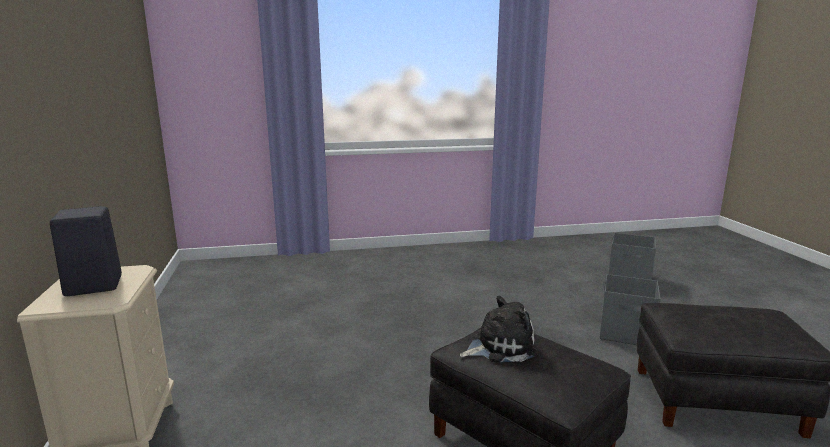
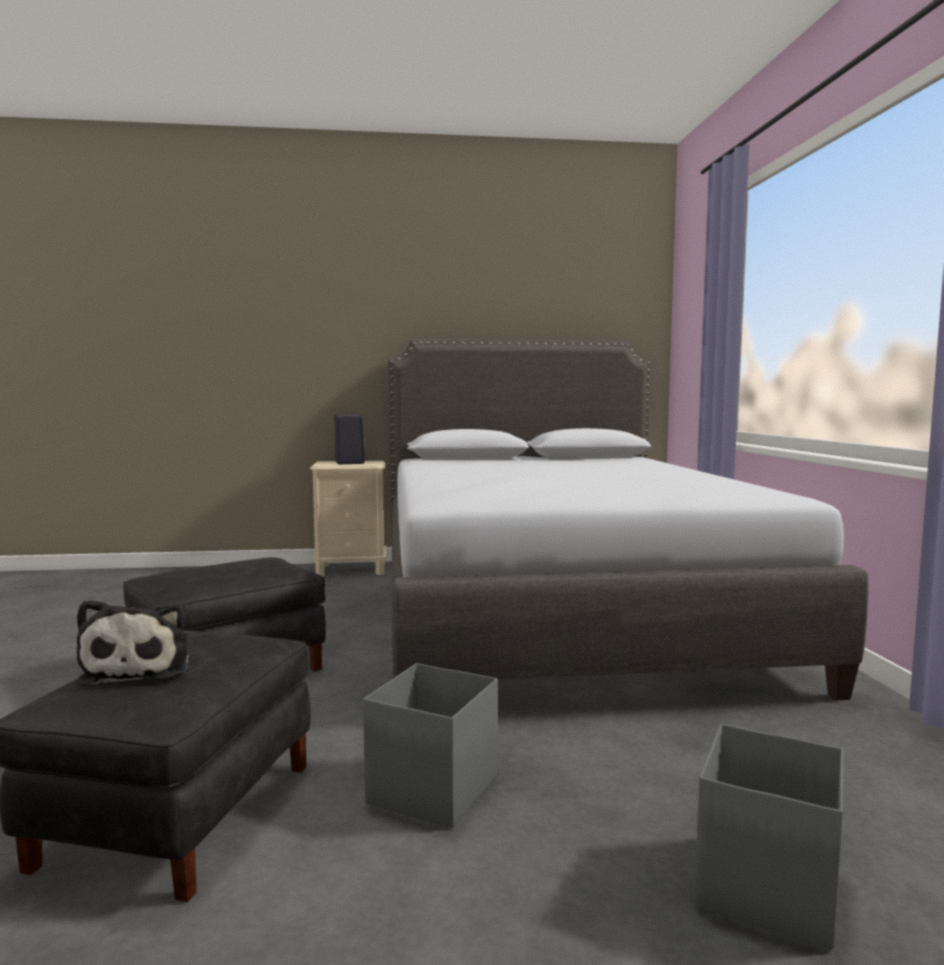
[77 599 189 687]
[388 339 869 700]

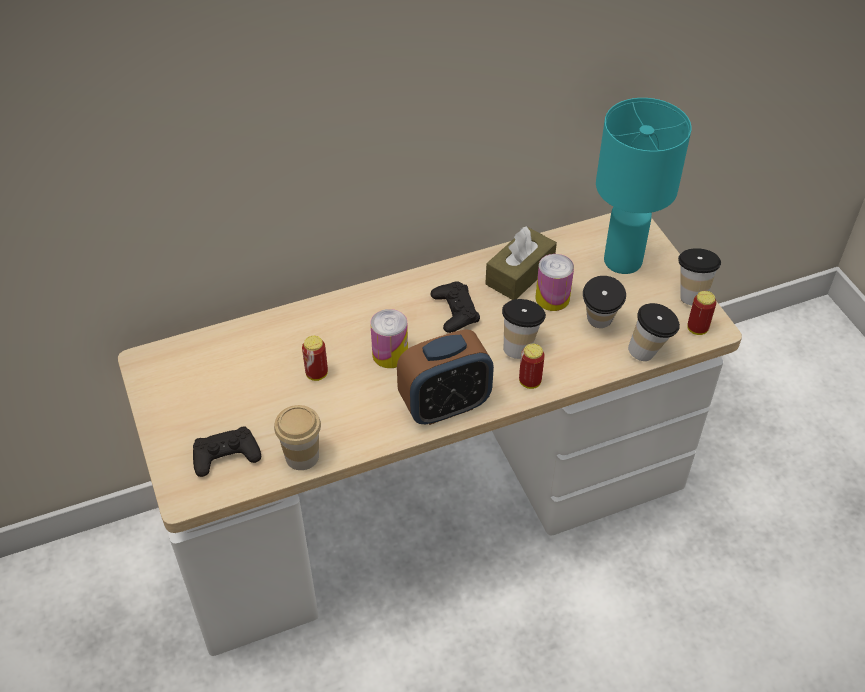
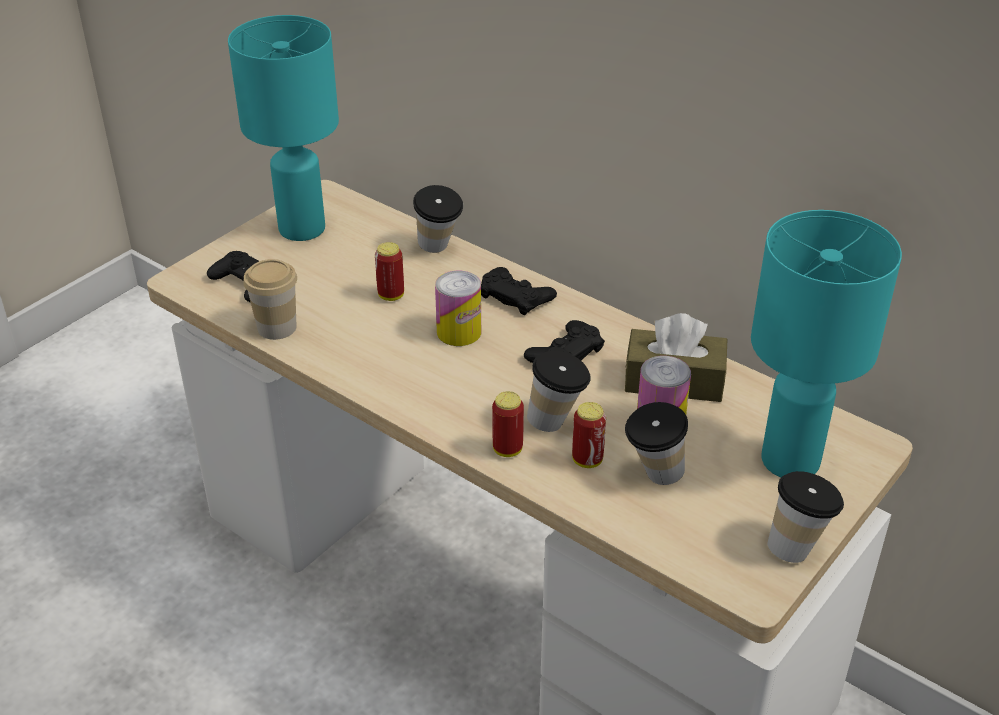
[572 402 606 468]
[413 185 463 253]
[397 329 494 425] (first image)
[228 15 339 241]
[481 267 557 315]

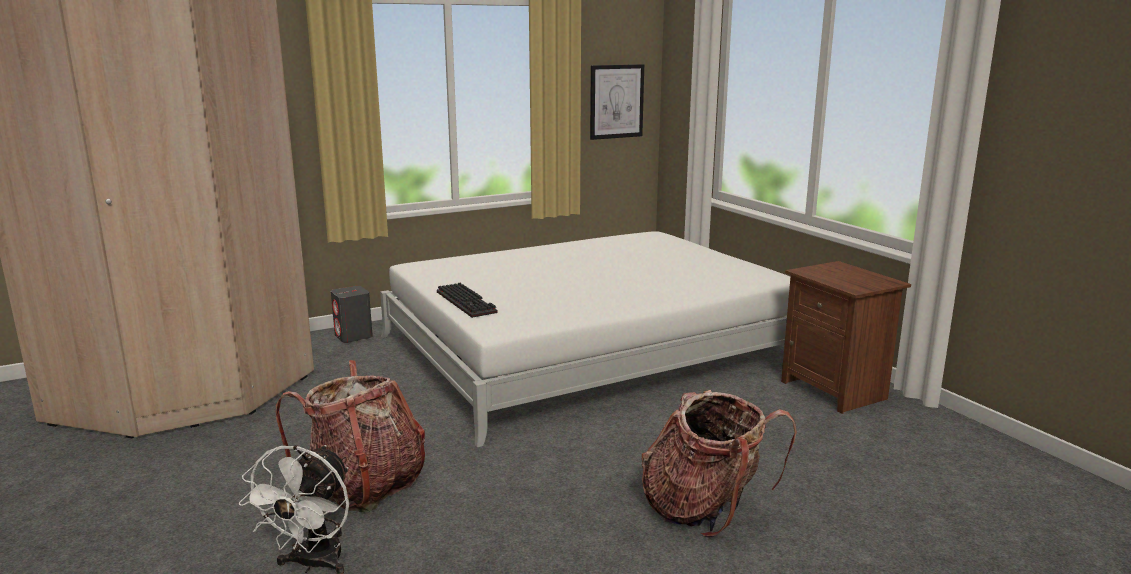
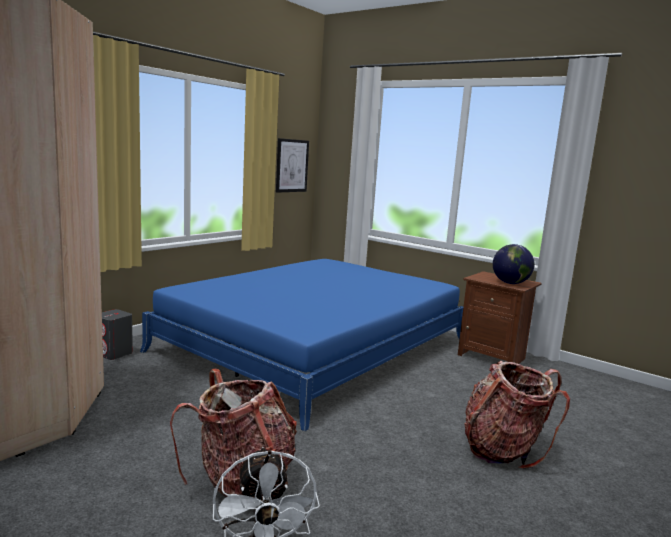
[140 259 463 431]
[437 283 497 318] (first image)
[493 244 535 284]

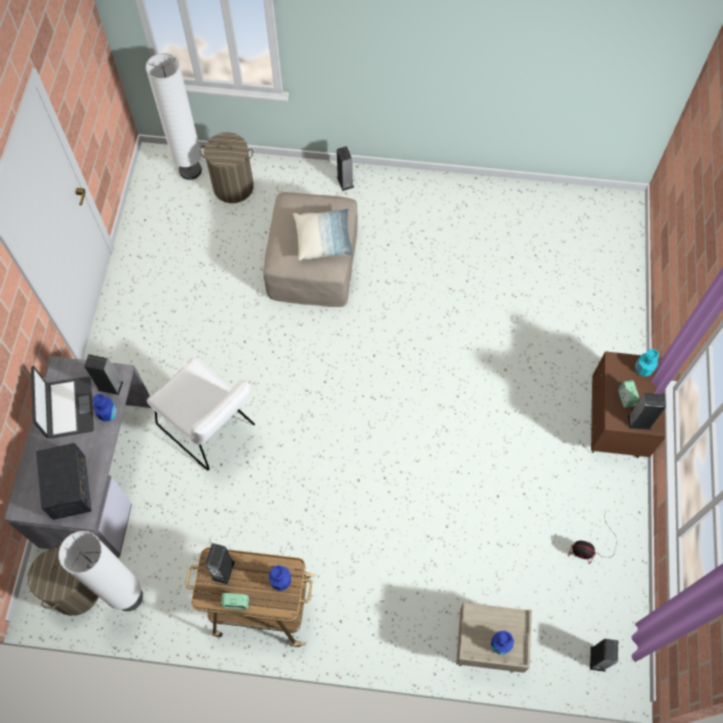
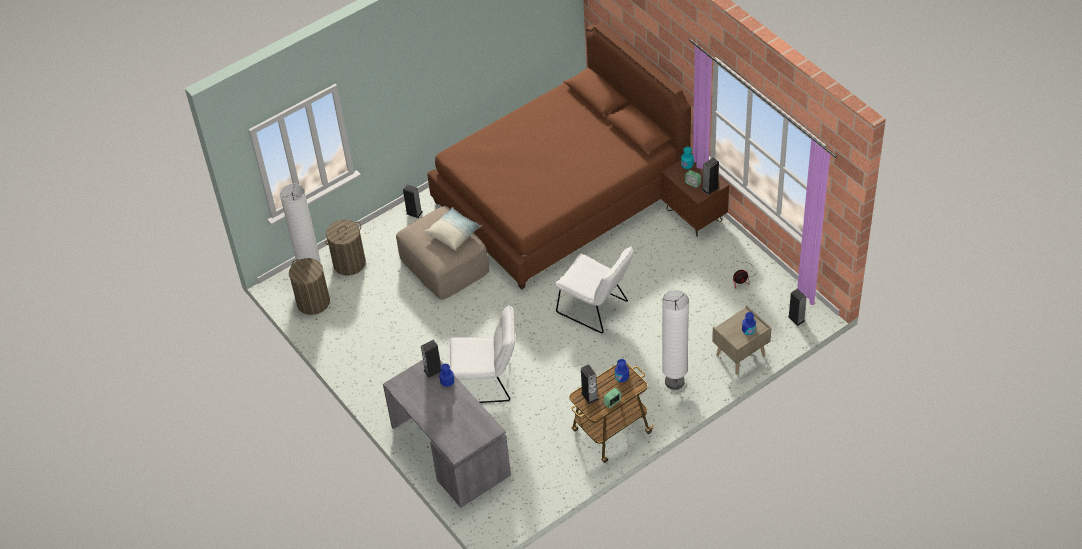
[31 366 94 439] (first image)
[36 443 91 520] (first image)
[662 290 689 390]
[289 258 330 315]
[427 23 691 290]
[556 247 634 333]

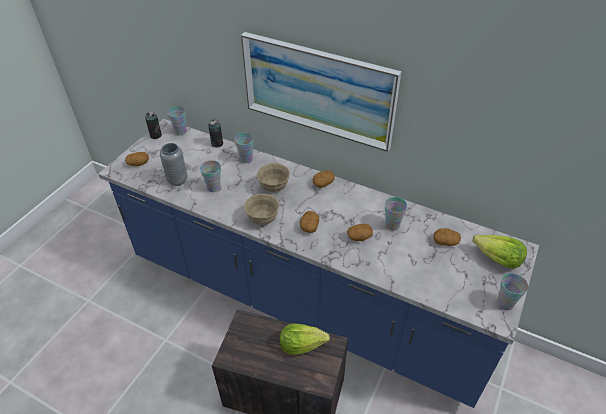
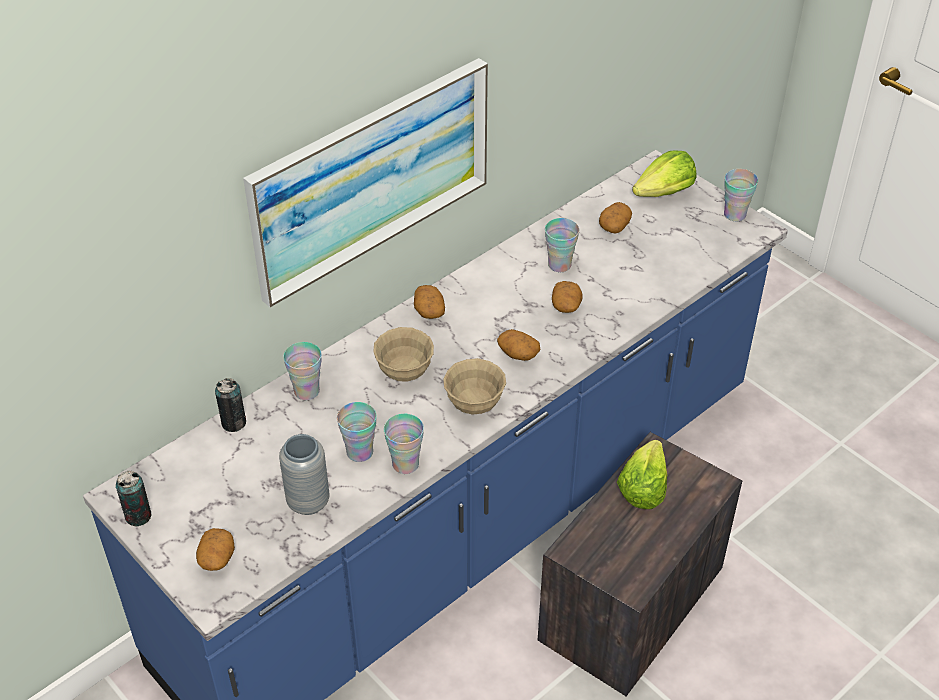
[384 414 424 474]

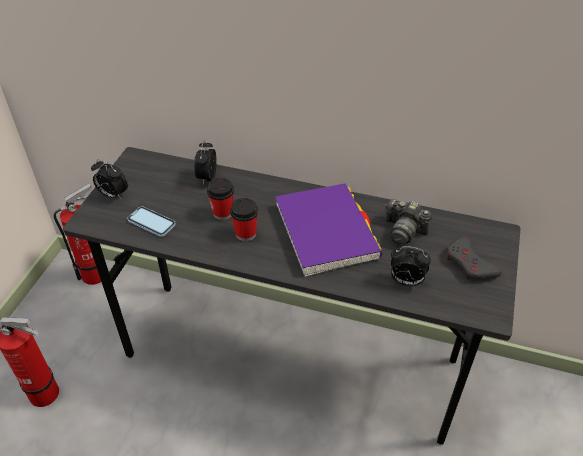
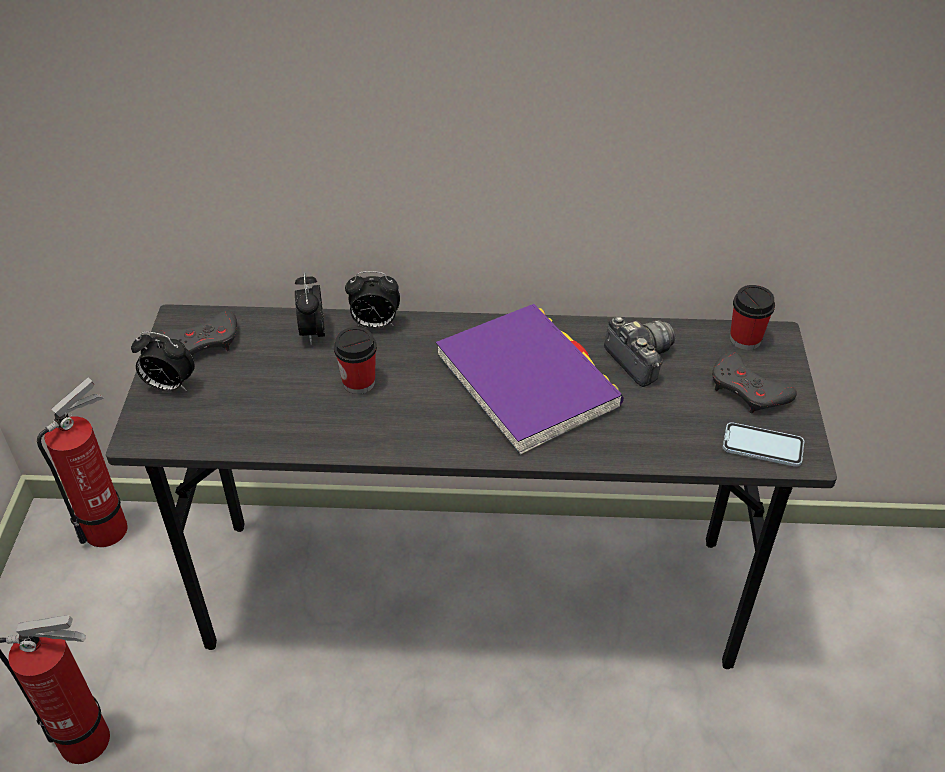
[730 285 775 350]
[604 316 675 387]
[723 422 804 467]
[345 271 400 329]
[156 311 237 355]

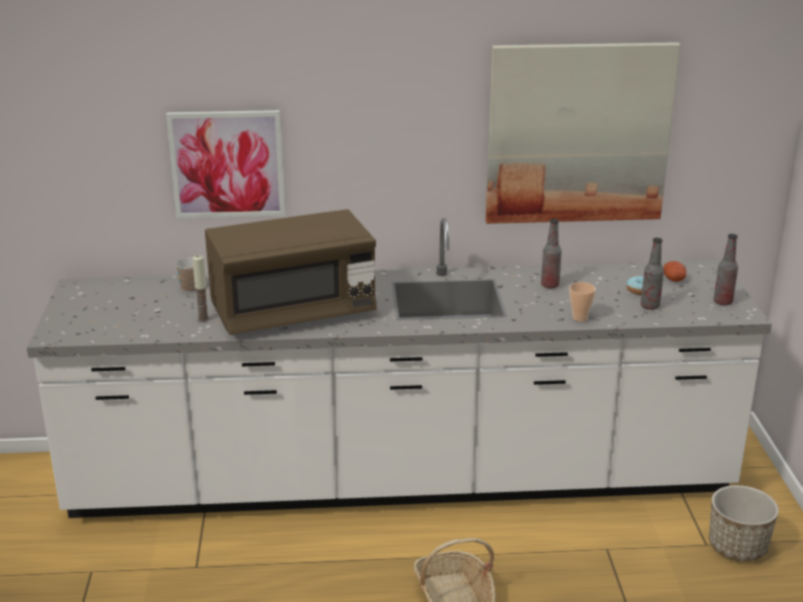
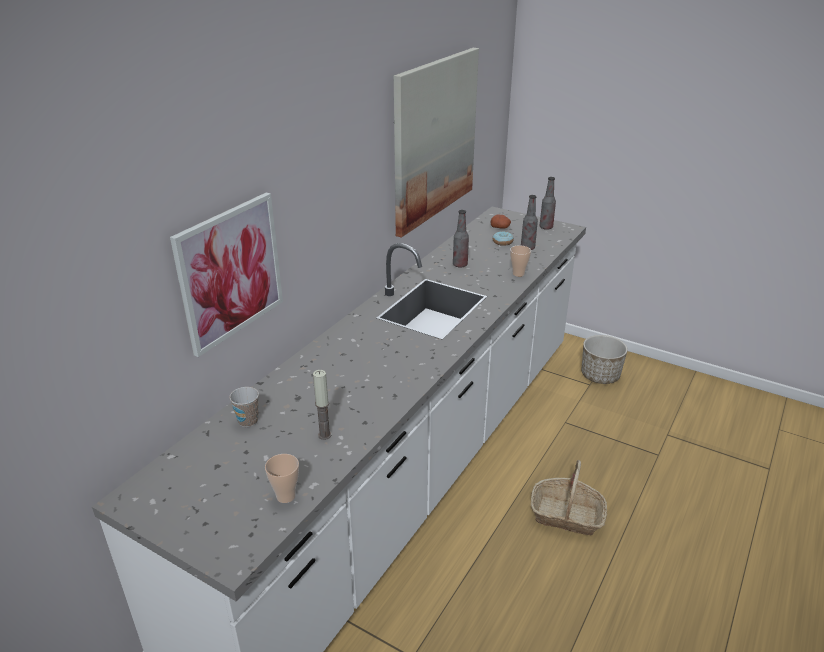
[205 209 377 335] (first image)
[265 454 299 503]

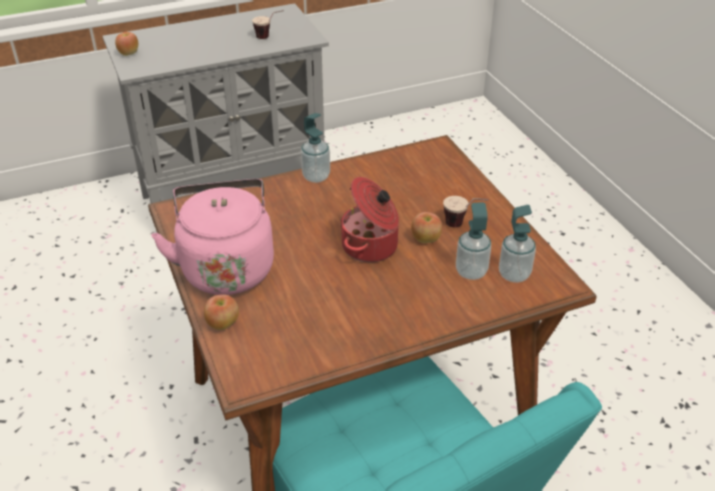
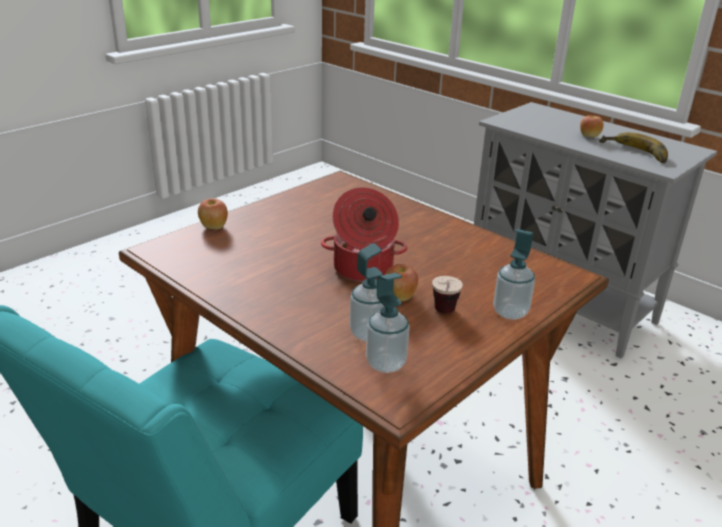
[599 132 668 163]
[580 115 604 137]
[493 229 535 320]
[151 179 274 295] (first image)

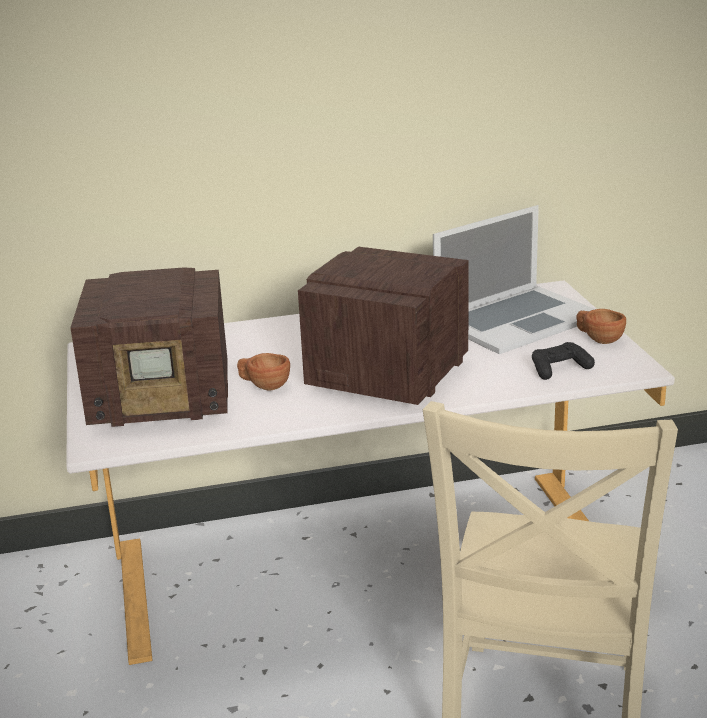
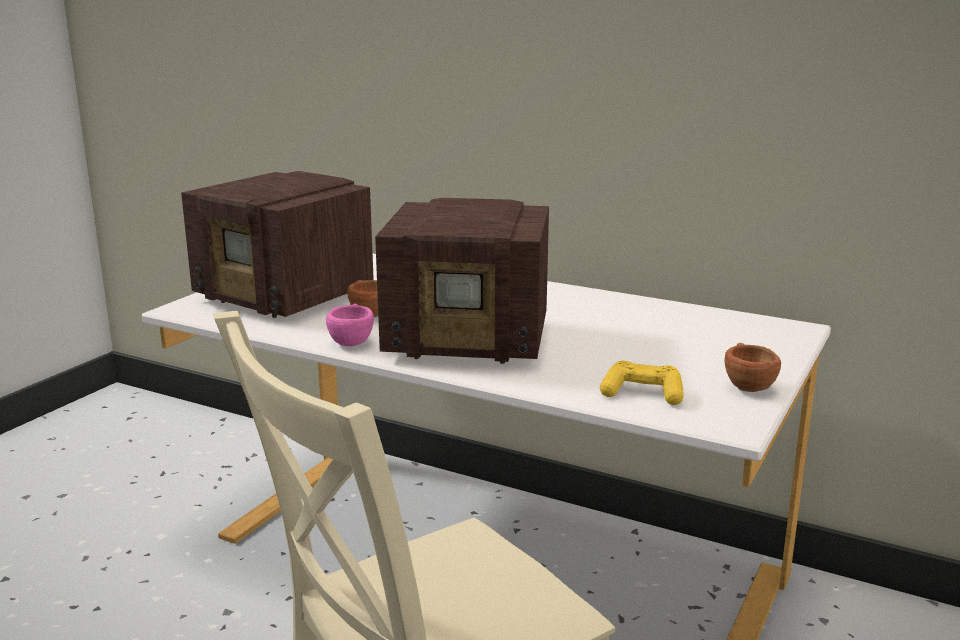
[433 205 595 354] (first image)
[375 198 549 364]
[600 361 684 405]
[326 304 374 346]

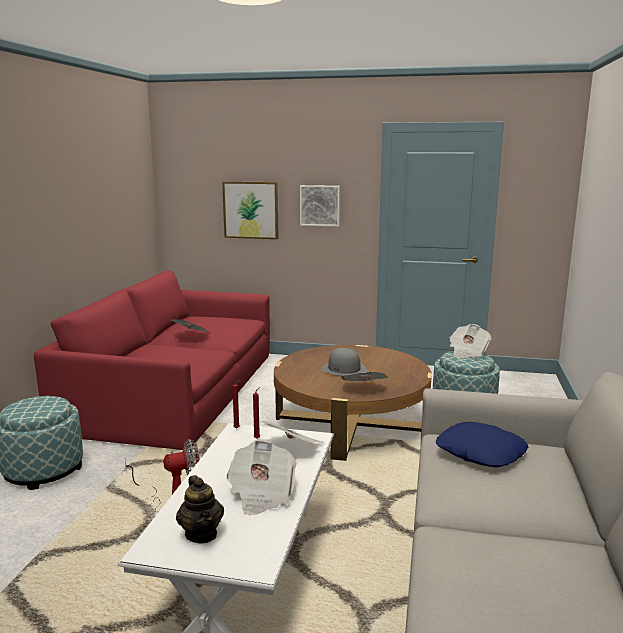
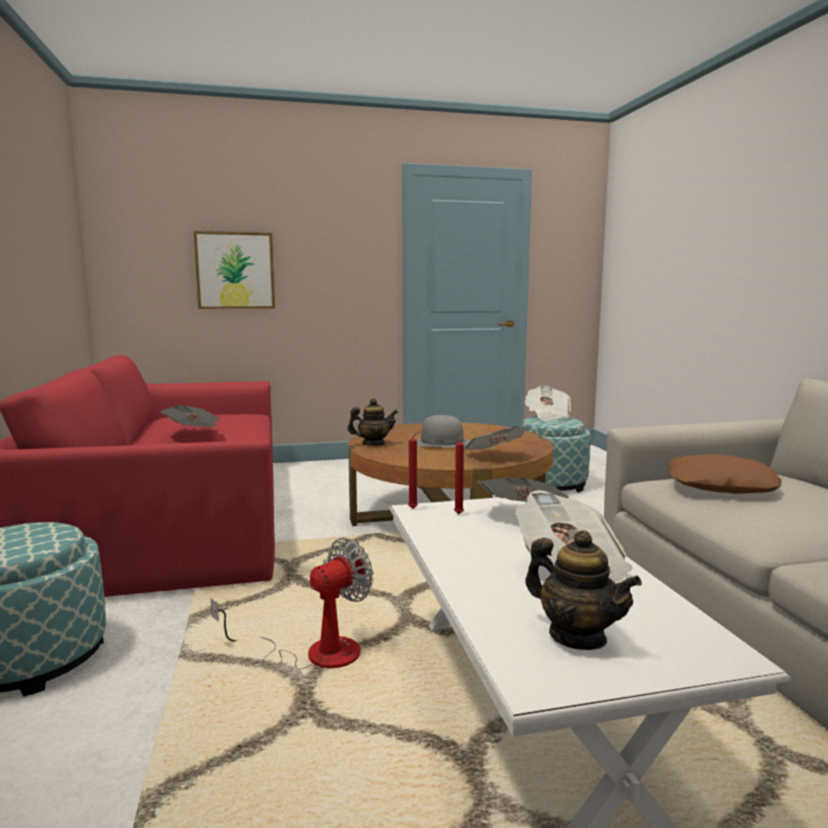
[300 185 340 226] (first image)
[669 454 781 494]
[348 398 398 446]

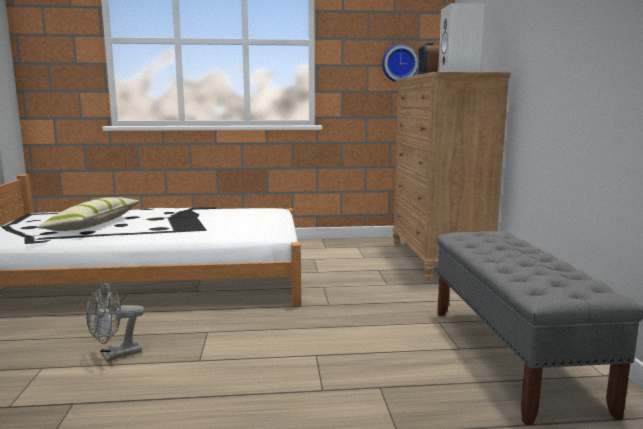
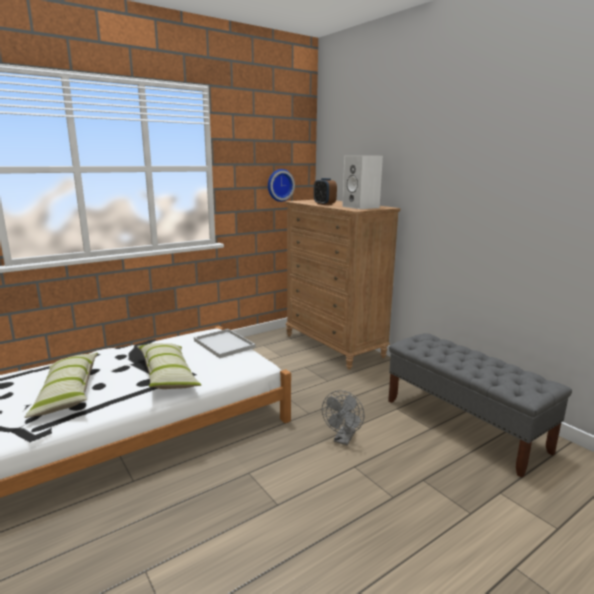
[322 390 364 445]
[194 329 256 358]
[137 343 201 389]

